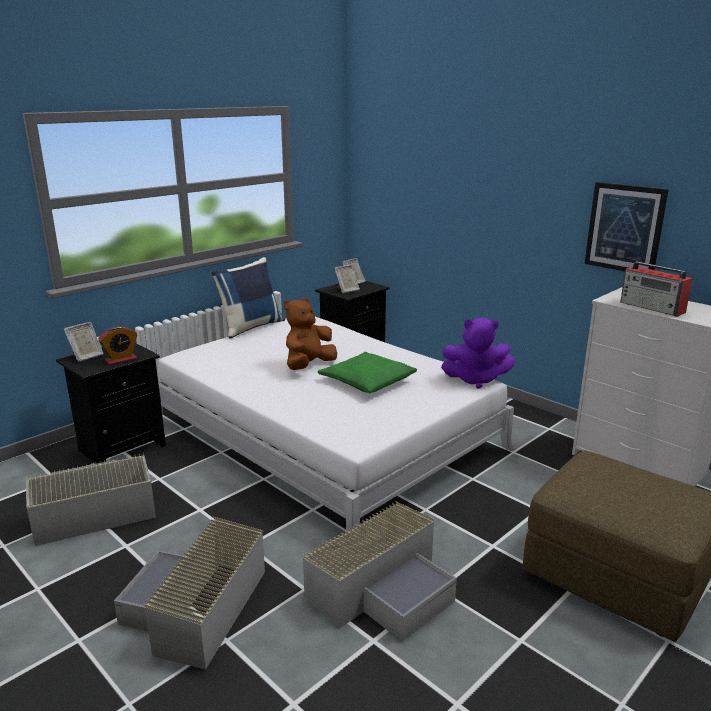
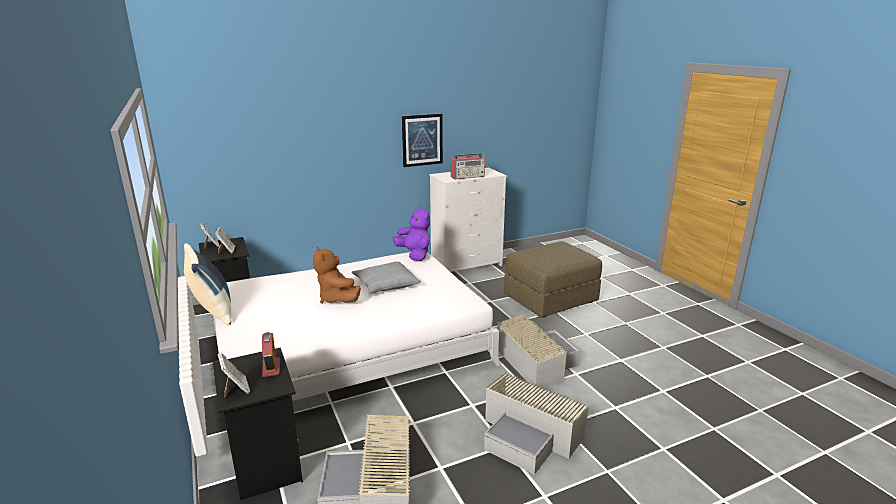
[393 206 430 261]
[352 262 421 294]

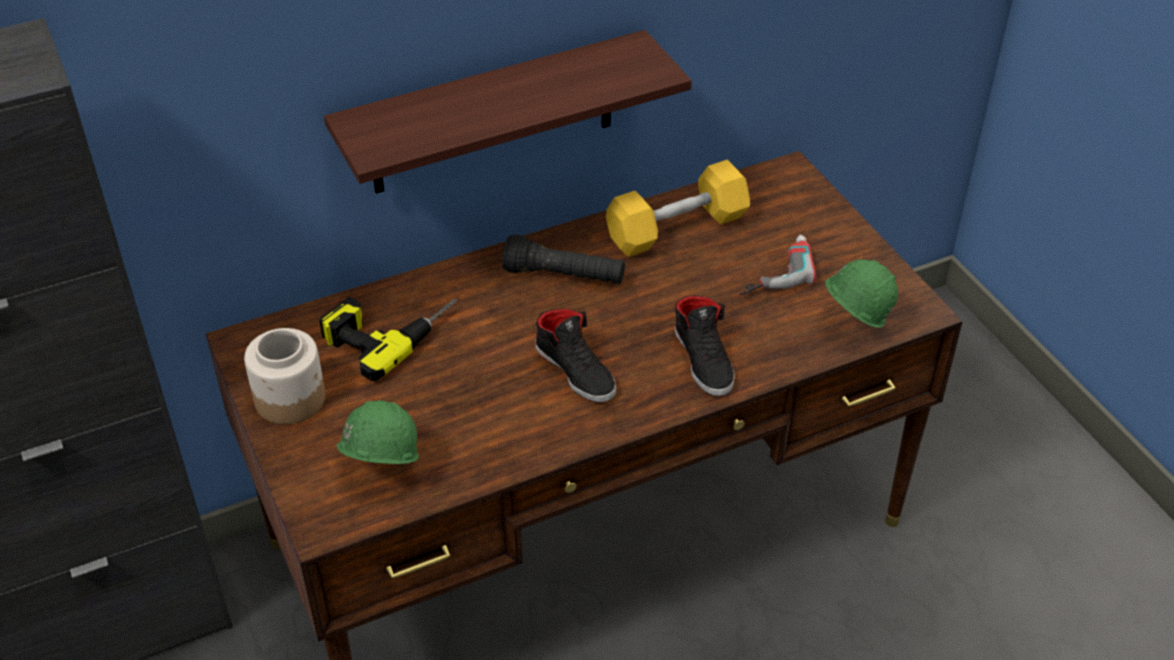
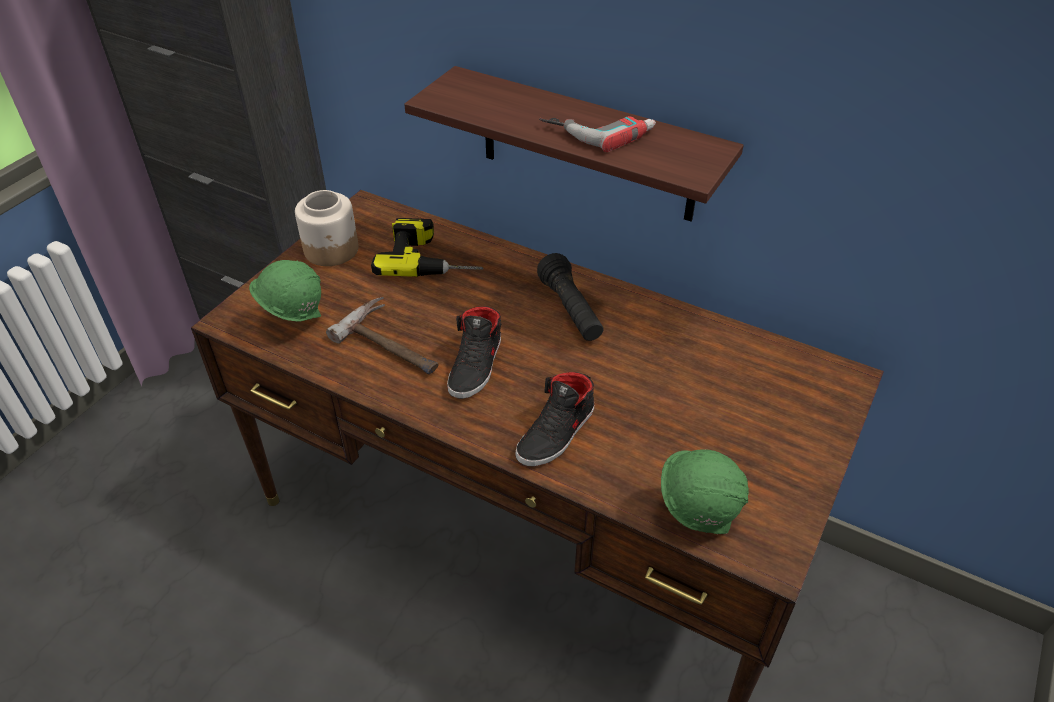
[606 160 750 257] (first image)
[539 116 656 152]
[326 297 439 374]

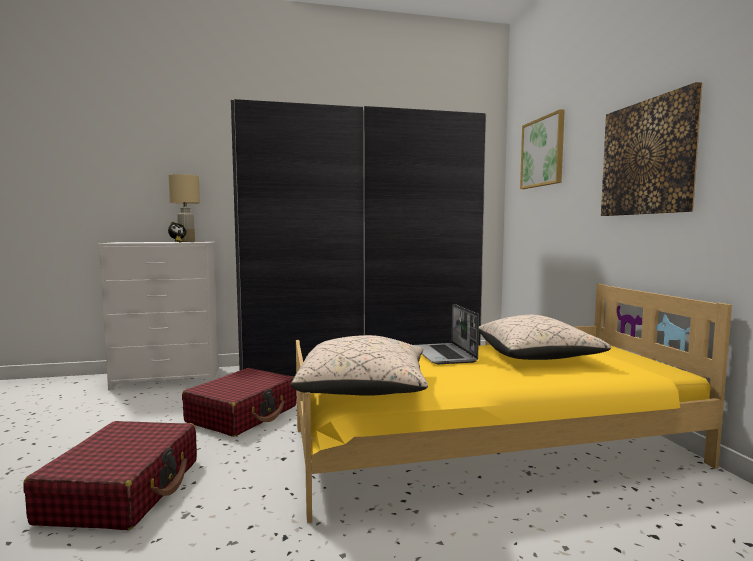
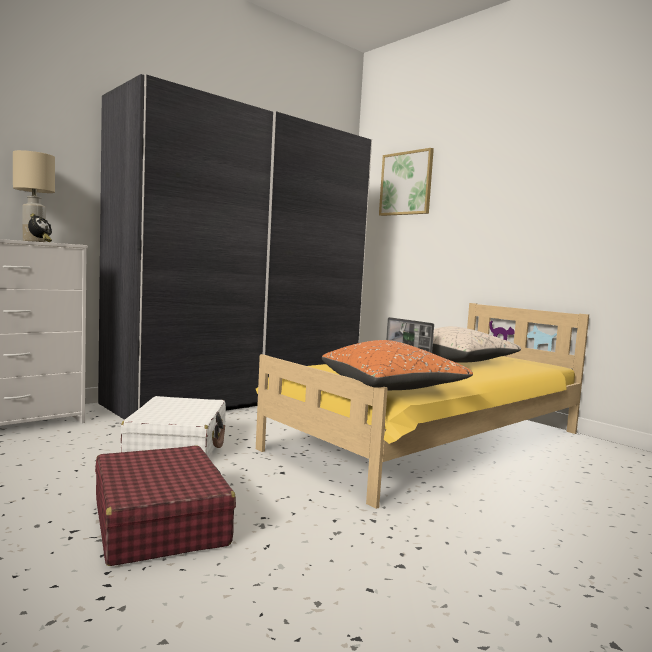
[601 82 702 216] (first image)
[322 340 473 390]
[121 396 226 458]

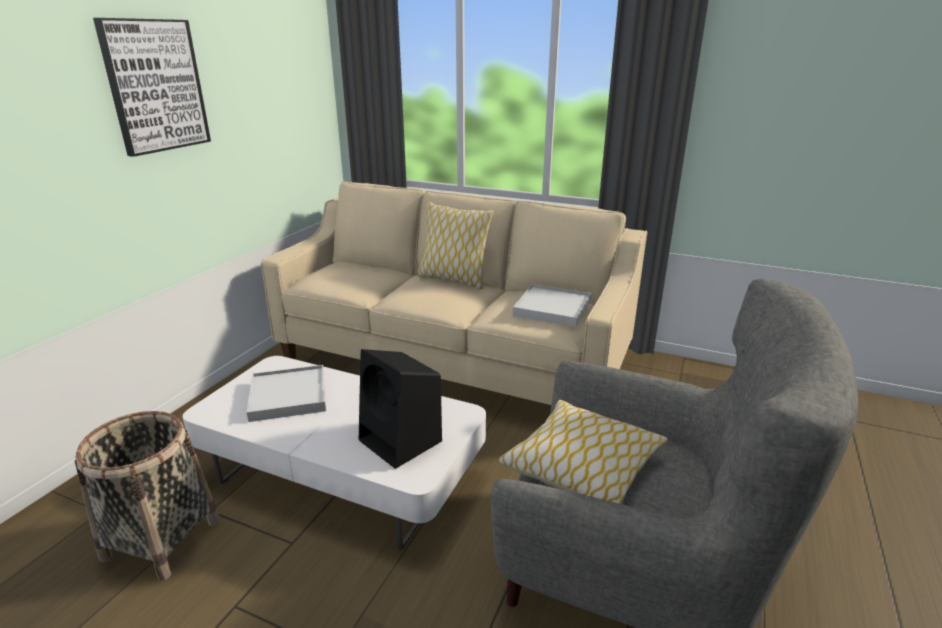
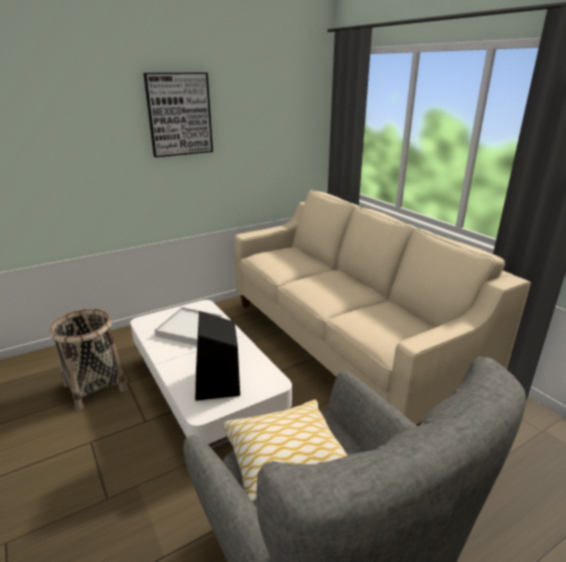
[417 202 494 289] (first image)
[513 284 591 327] (first image)

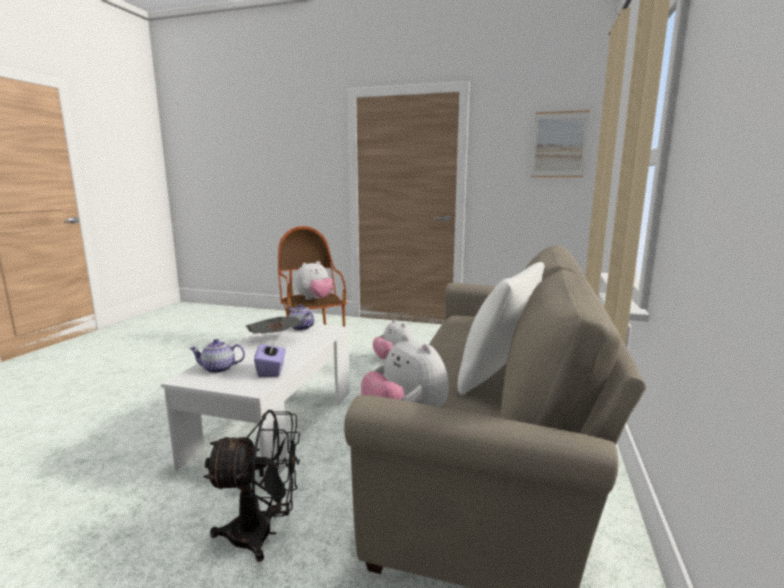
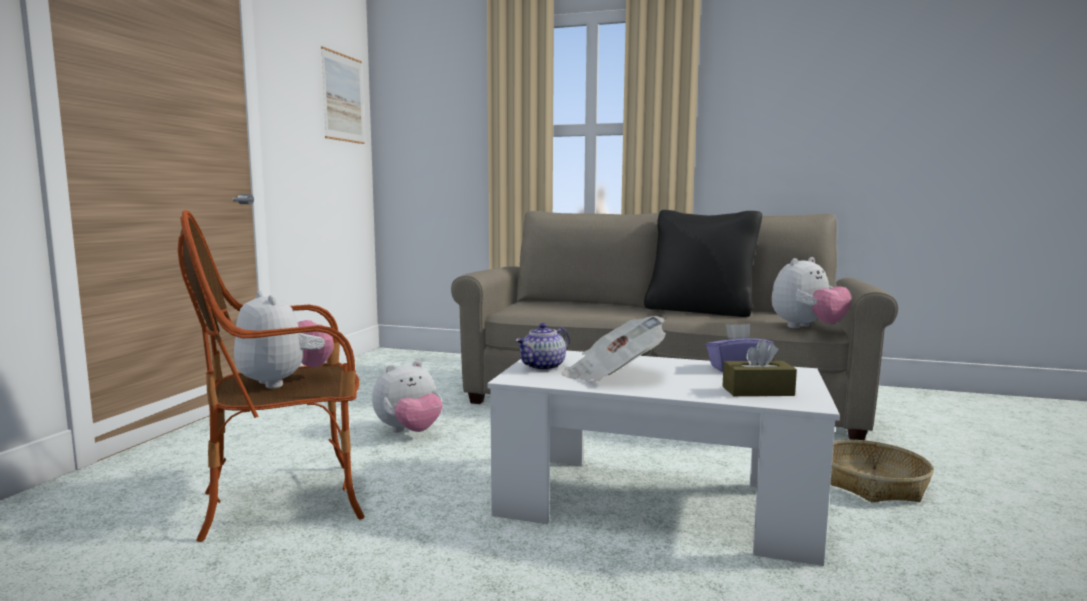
[644 210 762 317]
[722 340 797 396]
[830 440 934 503]

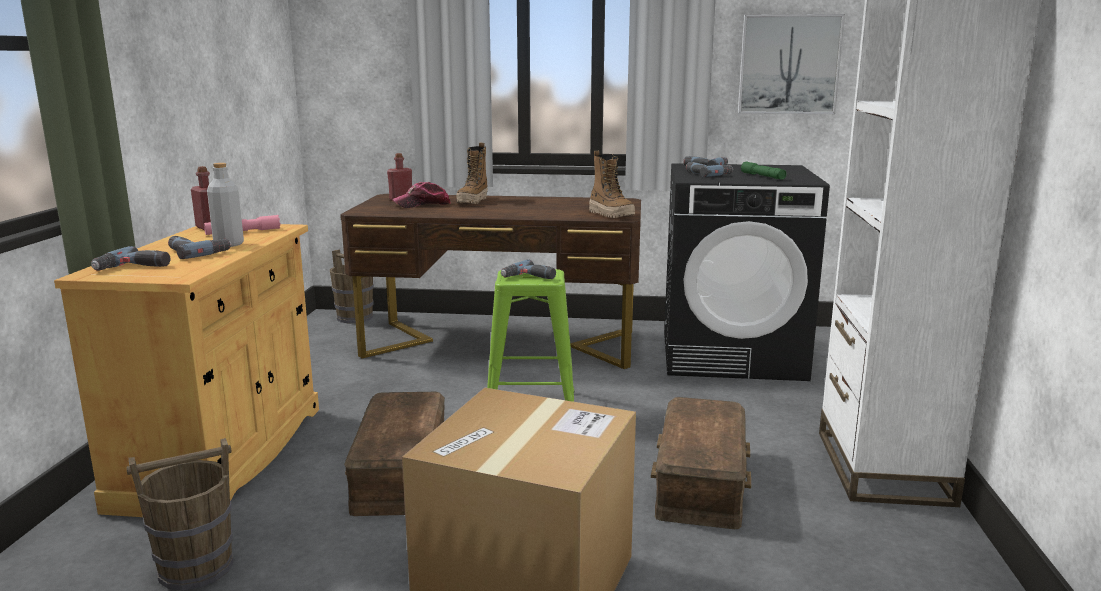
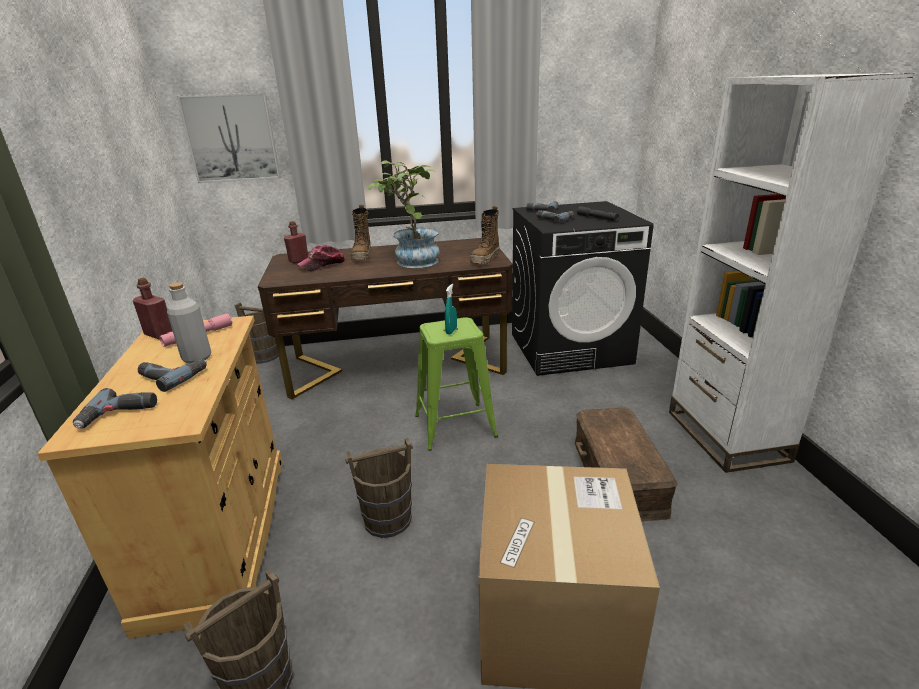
[177 92 281 183]
[470 206 499 264]
[577 206 619 221]
[445 284 457 335]
[345 438 413 538]
[368 160 440 268]

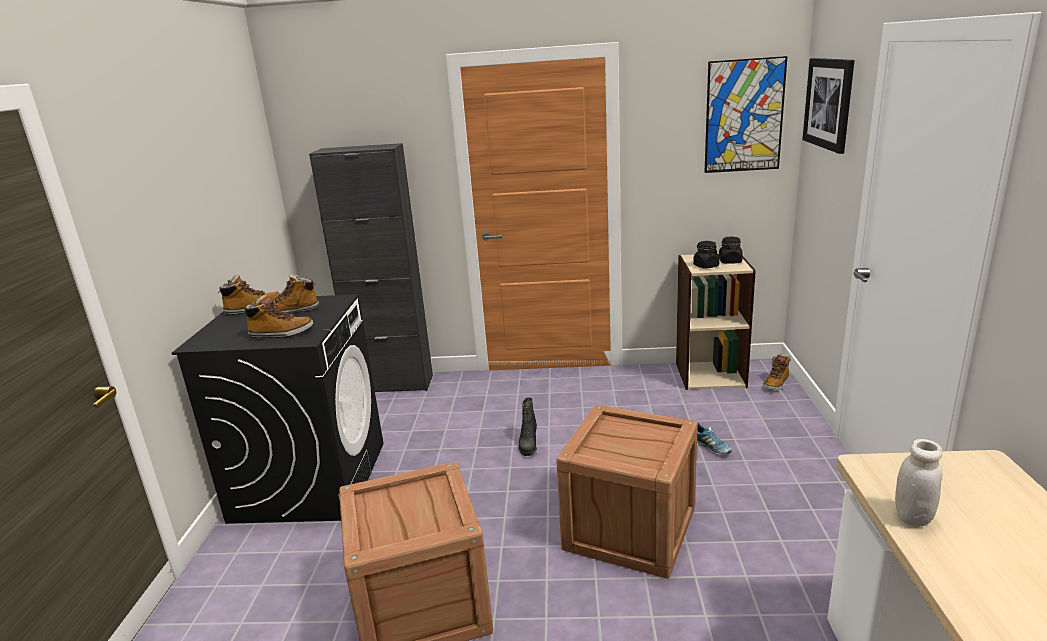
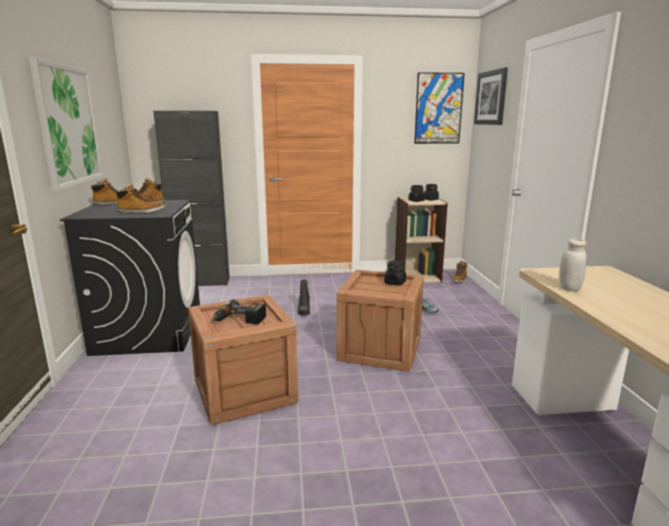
[29 58 103 191]
[384 260 406 285]
[212 299 266 325]

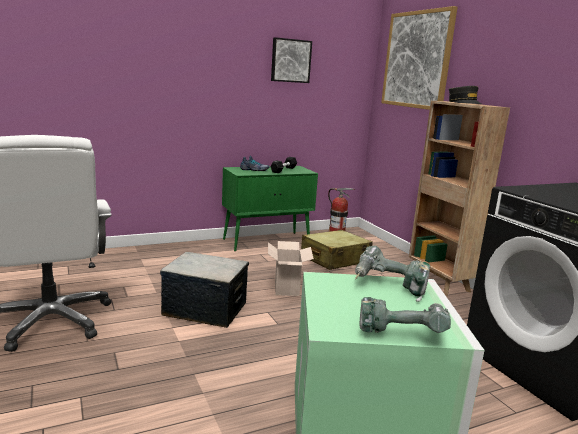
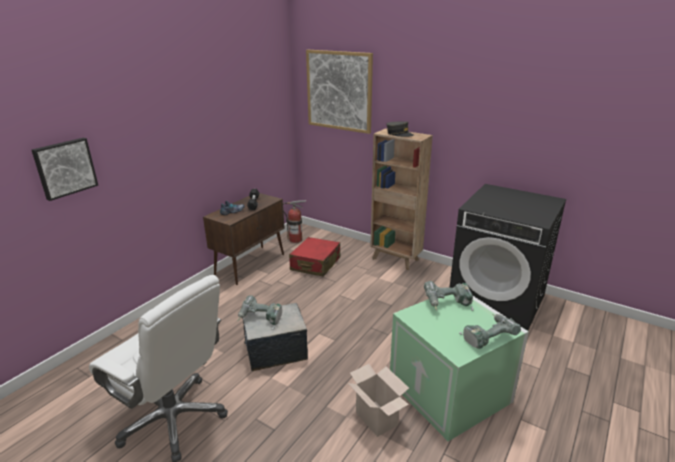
[32 138 98 201]
[203 193 285 285]
[289 237 341 277]
[348 364 409 437]
[237 295 282 330]

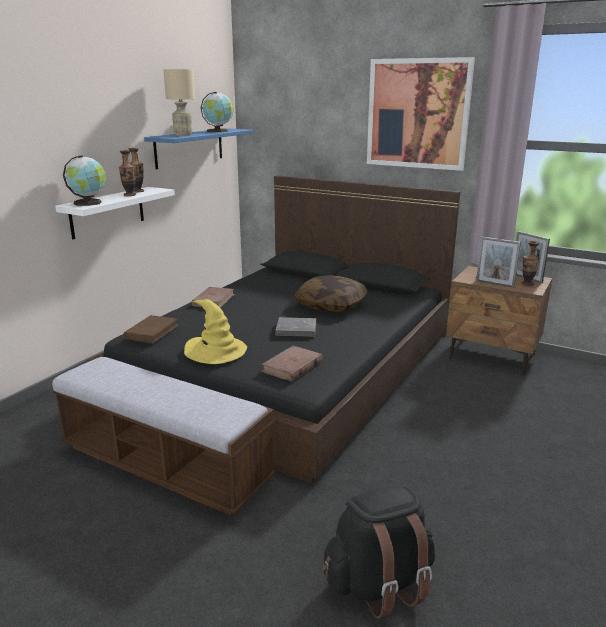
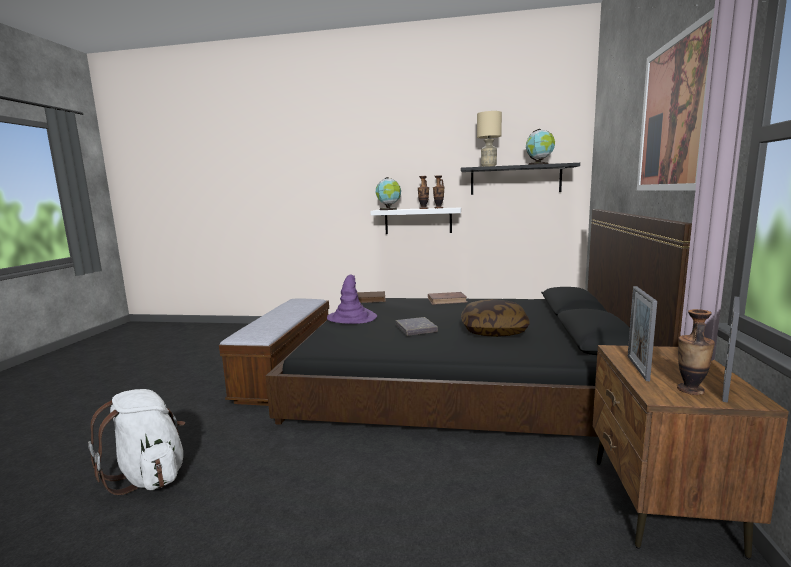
[461 163 580 195]
[327 274 377 324]
[261 346 323 382] (first image)
[88 389 185 495]

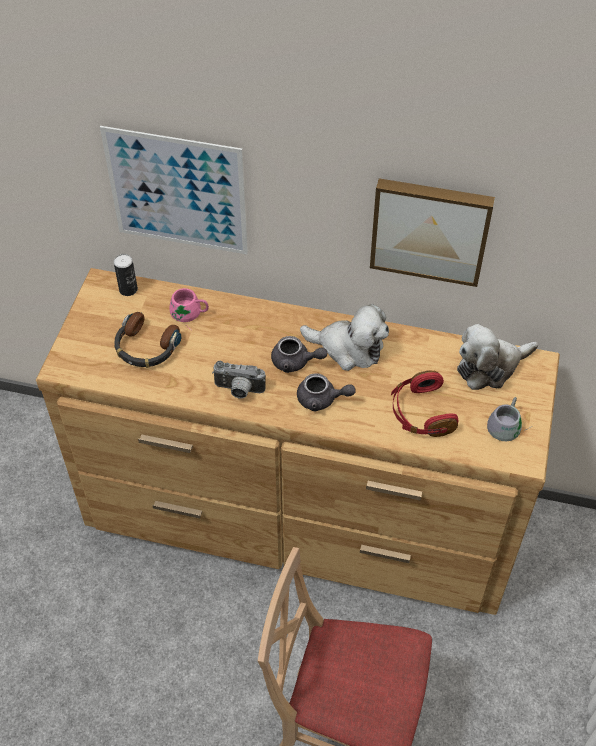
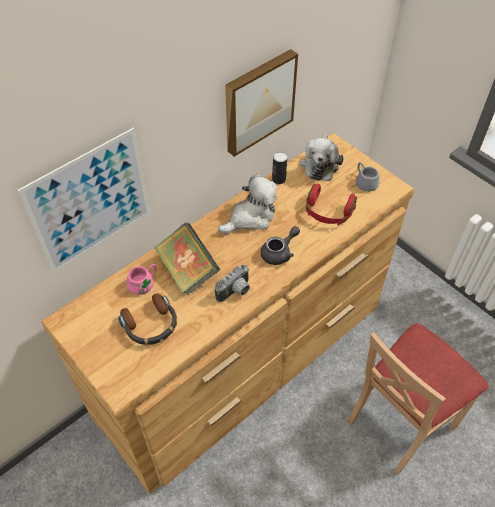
[272 152 287 184]
[271 336 327 373] (first image)
[155 223 220 295]

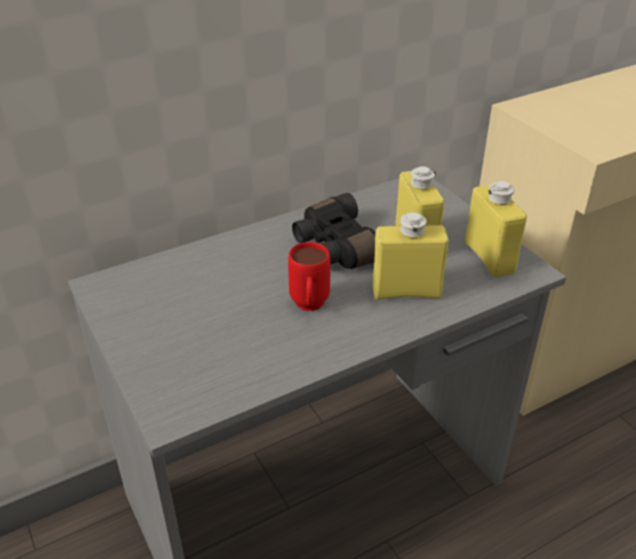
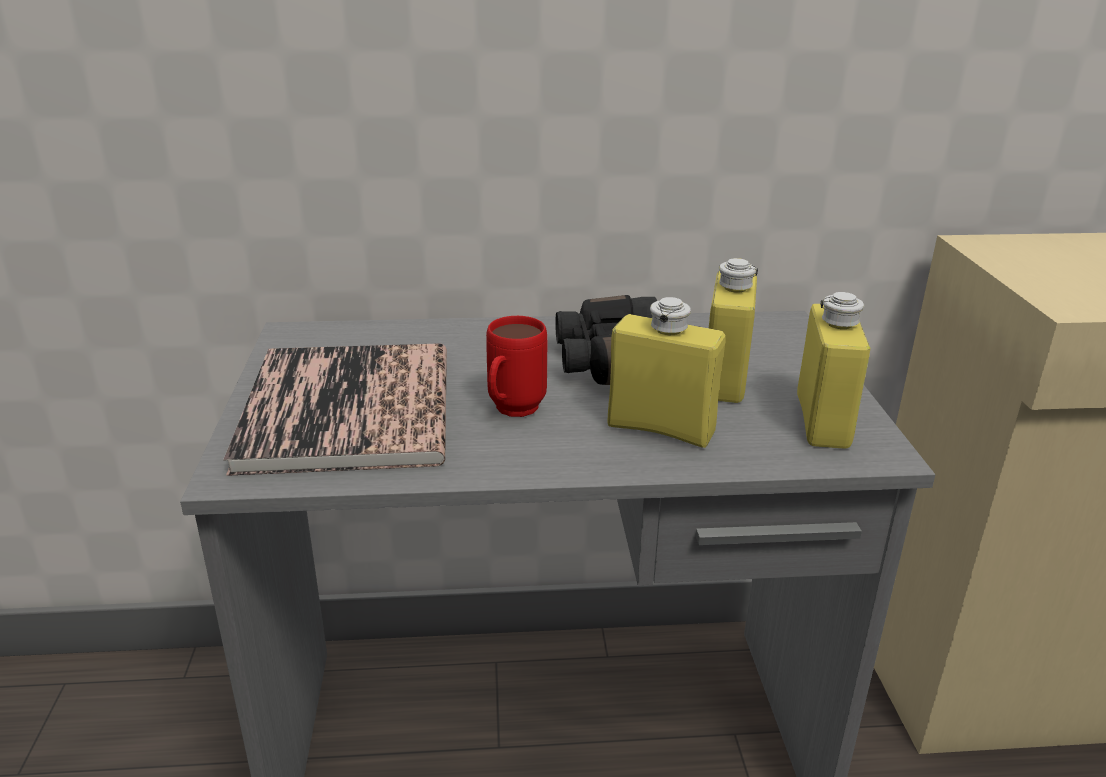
[223 343 447 476]

